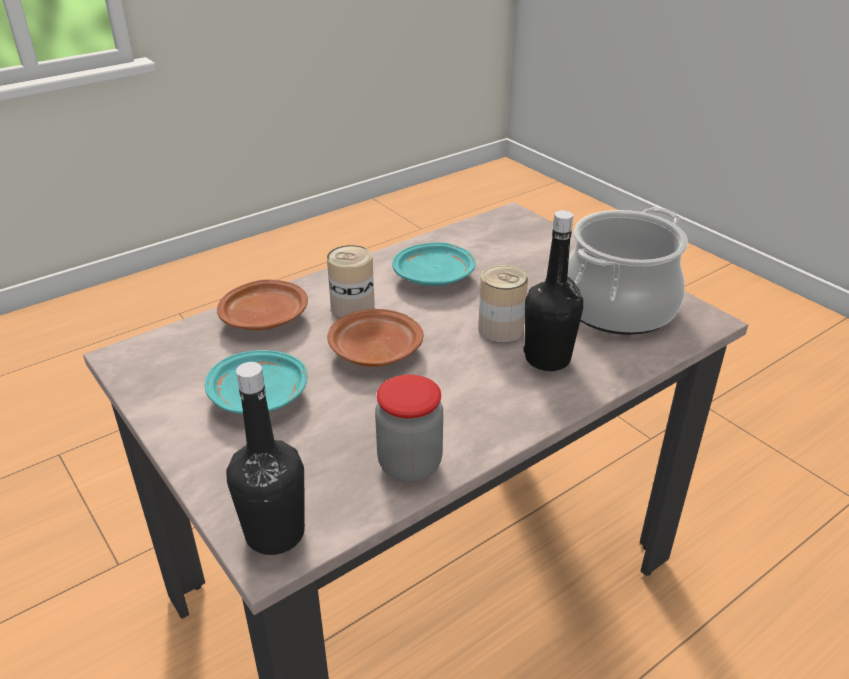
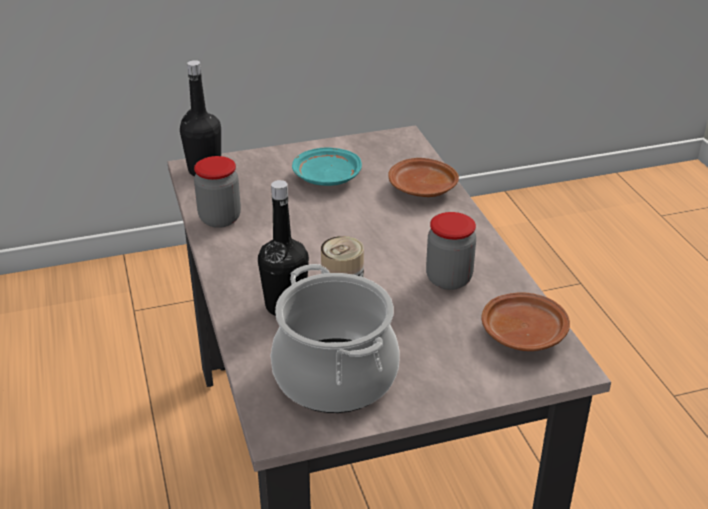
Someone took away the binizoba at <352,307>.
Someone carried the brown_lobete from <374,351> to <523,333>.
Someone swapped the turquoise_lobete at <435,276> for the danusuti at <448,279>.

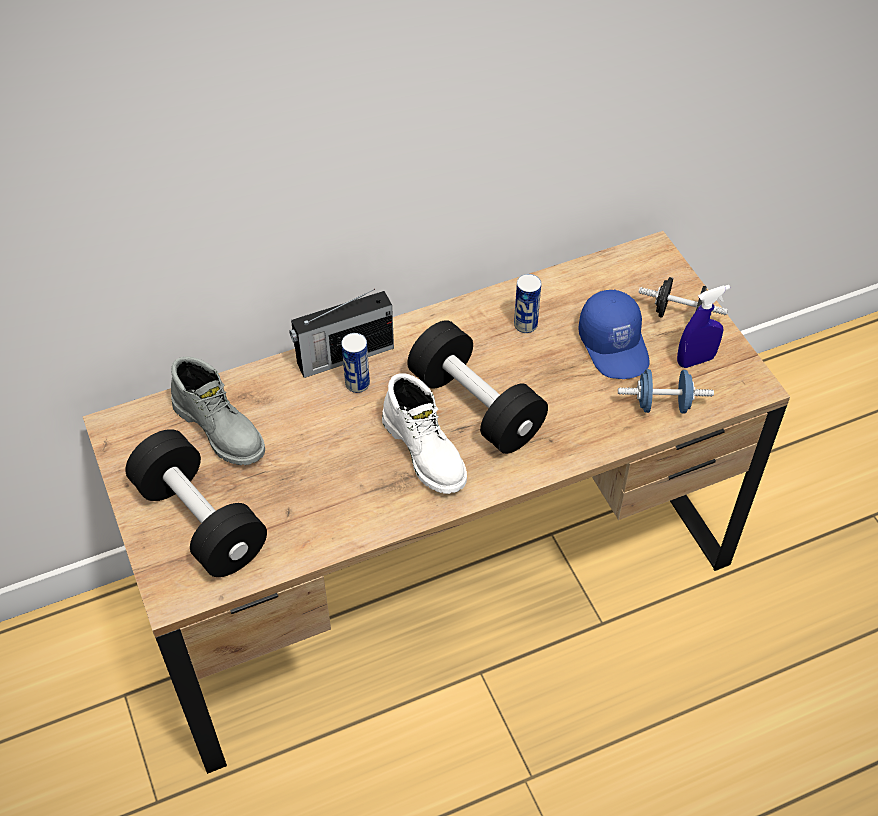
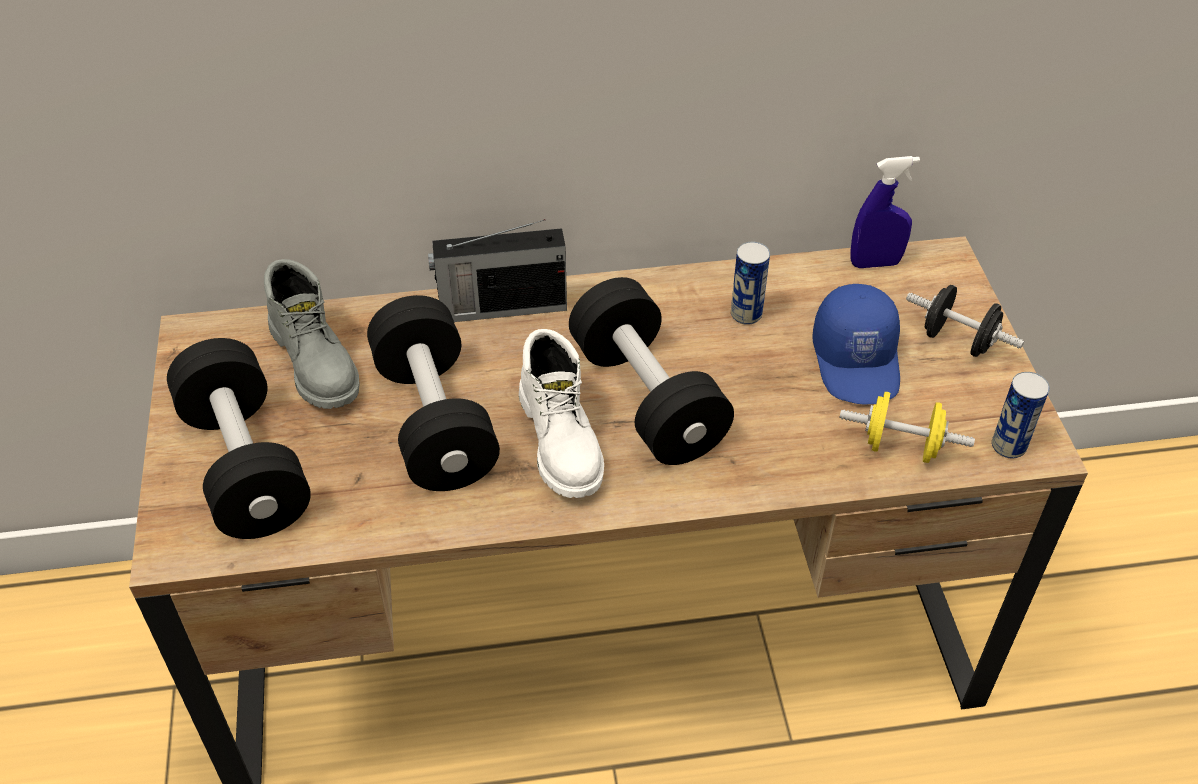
Someone put down the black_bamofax at <435,421>.
Someone carried the binizoba from <357,384> to <1008,446>.
Someone carried the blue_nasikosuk from <695,360> to <875,263>.
Someone repainted the blue_bamofax at <662,404>, which became the yellow_bamofax at <901,447>.

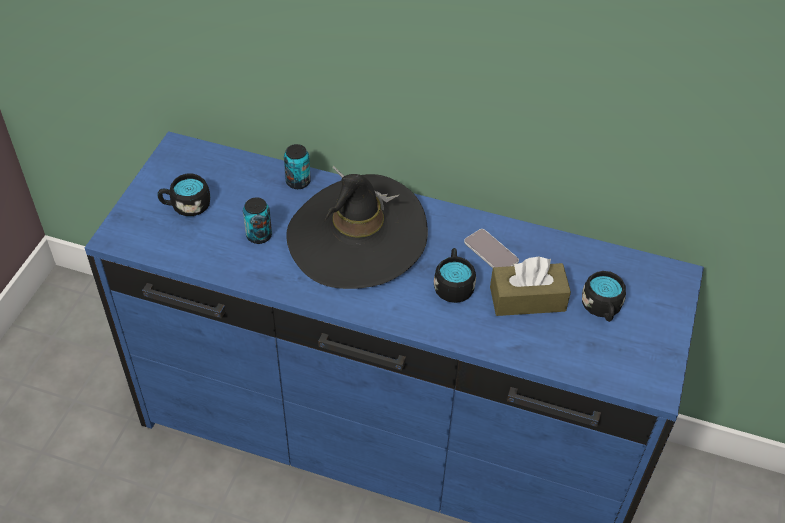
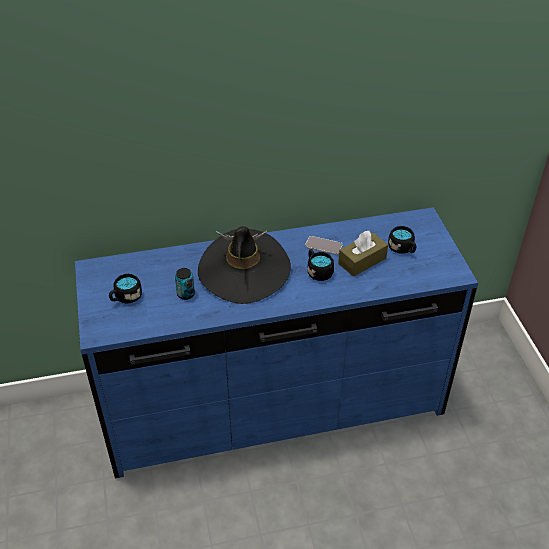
Someone took away the binizoba at <298,182>.

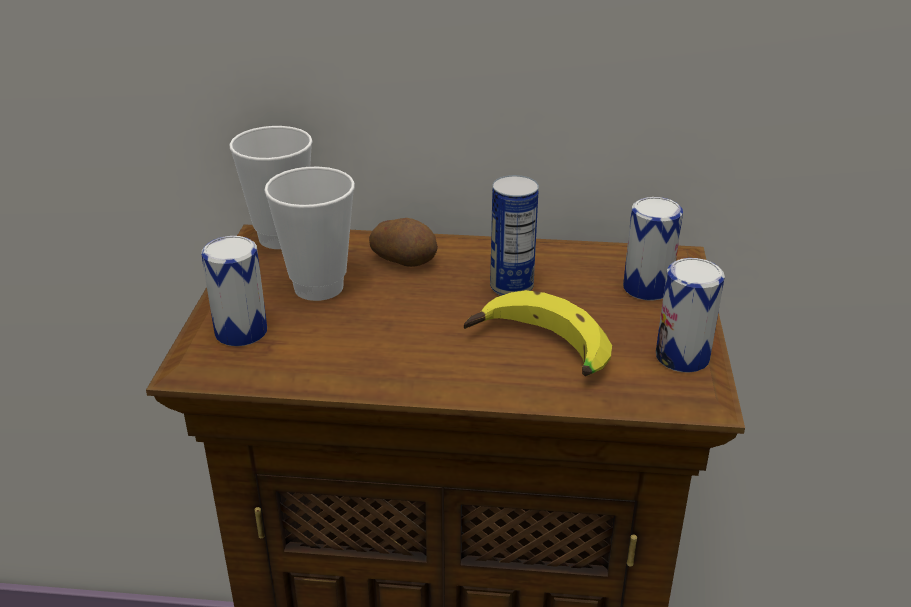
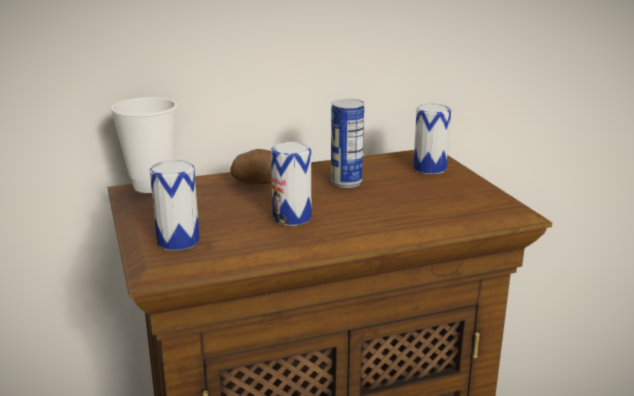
Someone took away the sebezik at <318,287>.
Someone took away the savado at <538,351>.
Someone carried the binizoba from <682,357> to <292,217>.

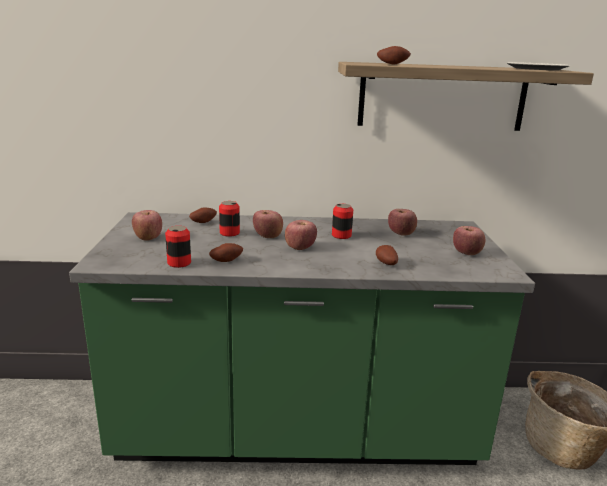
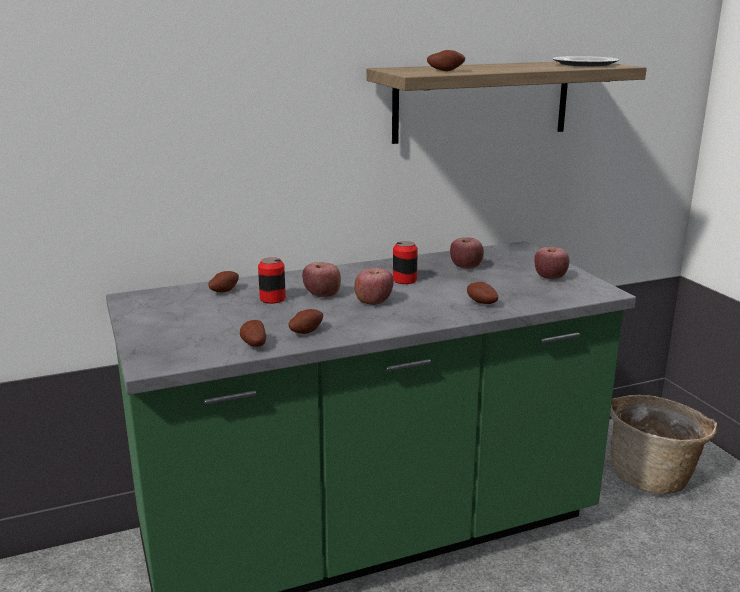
Someone took away the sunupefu at <148,237>.
Someone swapped the binizoba at <179,263> for the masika at <253,344>.

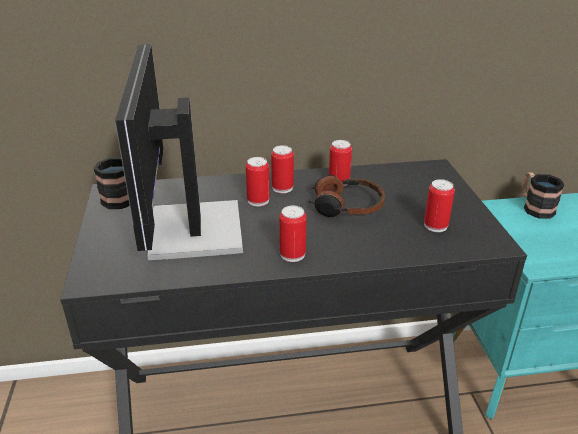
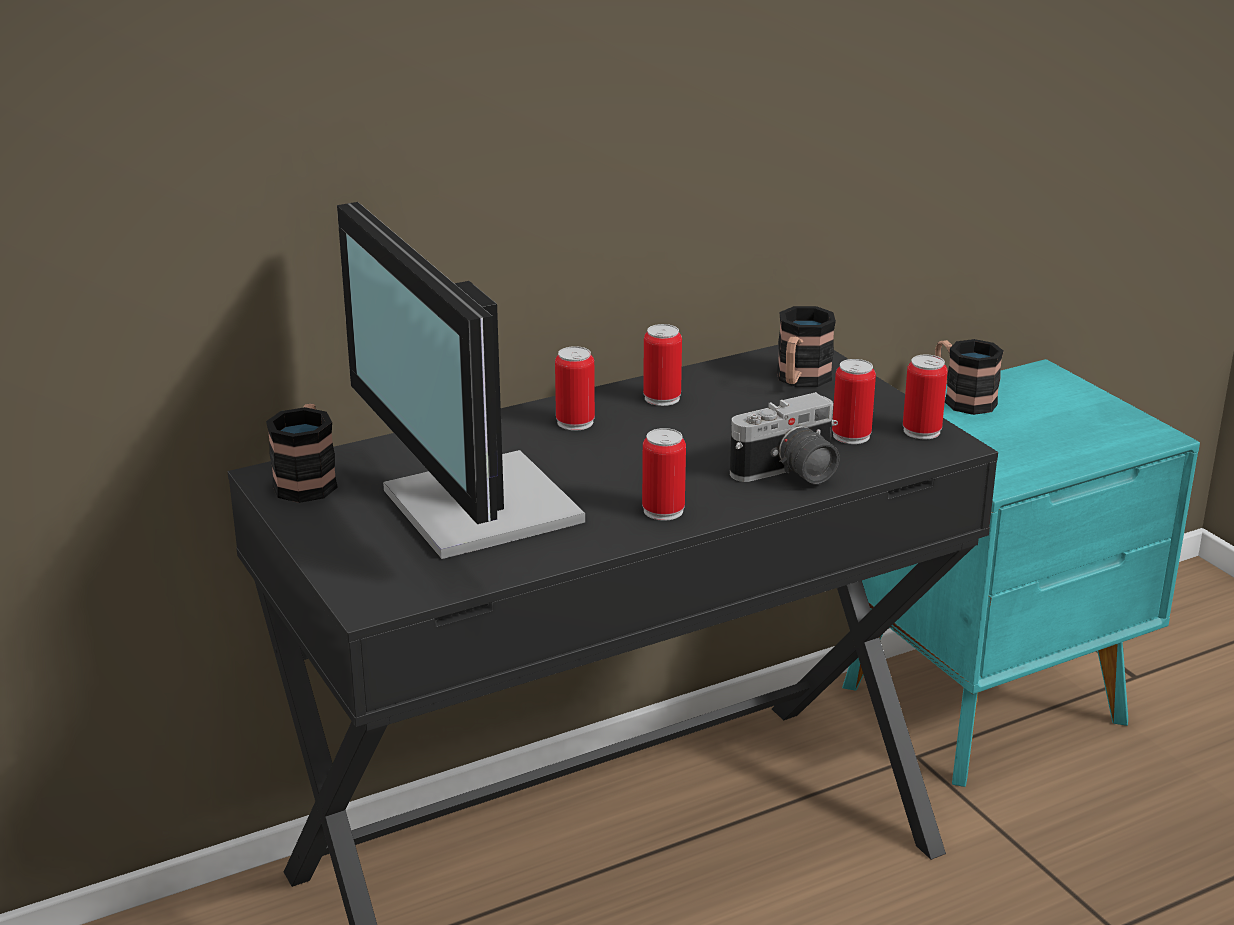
Someone took away the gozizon at <345,206>.
Someone put down the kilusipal at <791,474>.
Someone put down the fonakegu at <800,380>.
Someone carried the binizoba from <258,200> to <921,431>.

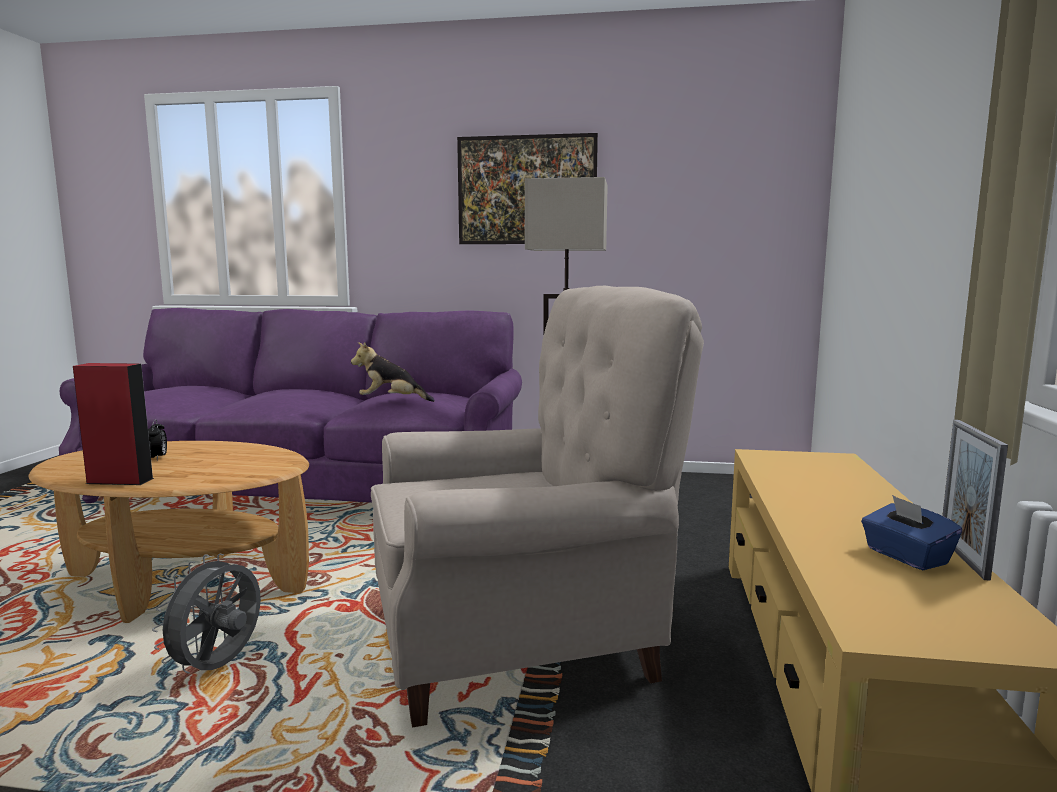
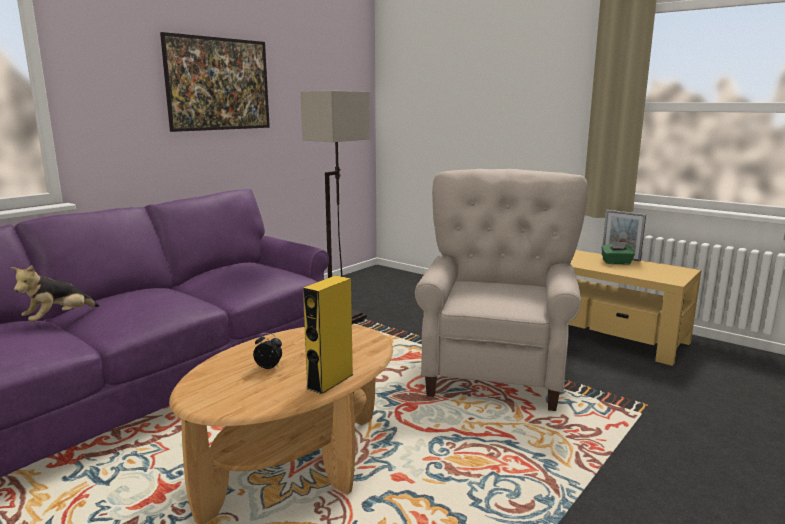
Someone took away the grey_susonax at <219,667>.
Someone carried the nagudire from <391,401> to <59,319>.
Someone repainted the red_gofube at <120,481>, which became the yellow_gofube at <330,381>.
Someone repainted the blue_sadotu at <906,557>, which became the green_sadotu at <616,262>.

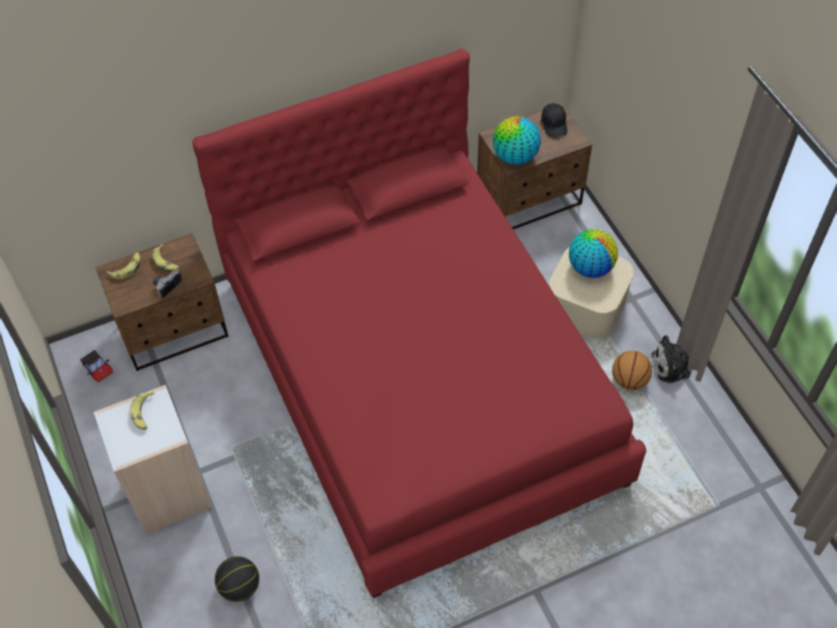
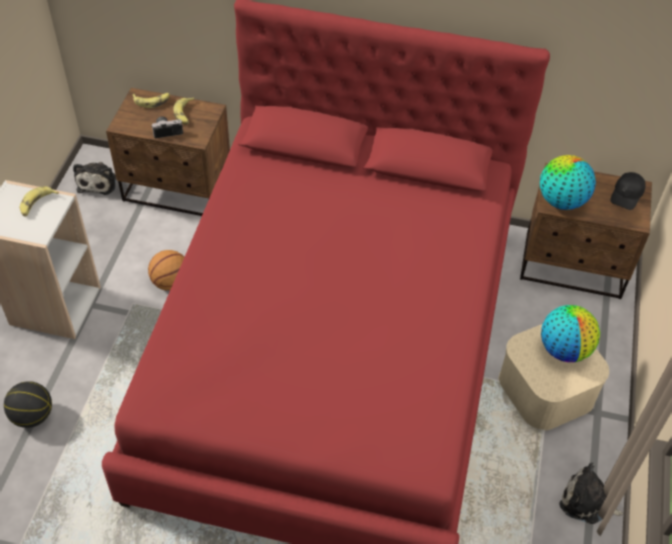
Someone carried the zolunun from <629,380> to <171,283>.
Someone swapped the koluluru at <98,368> for the nagudire at <98,182>.

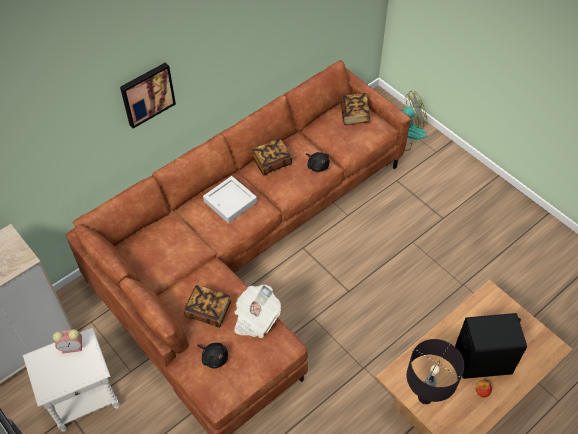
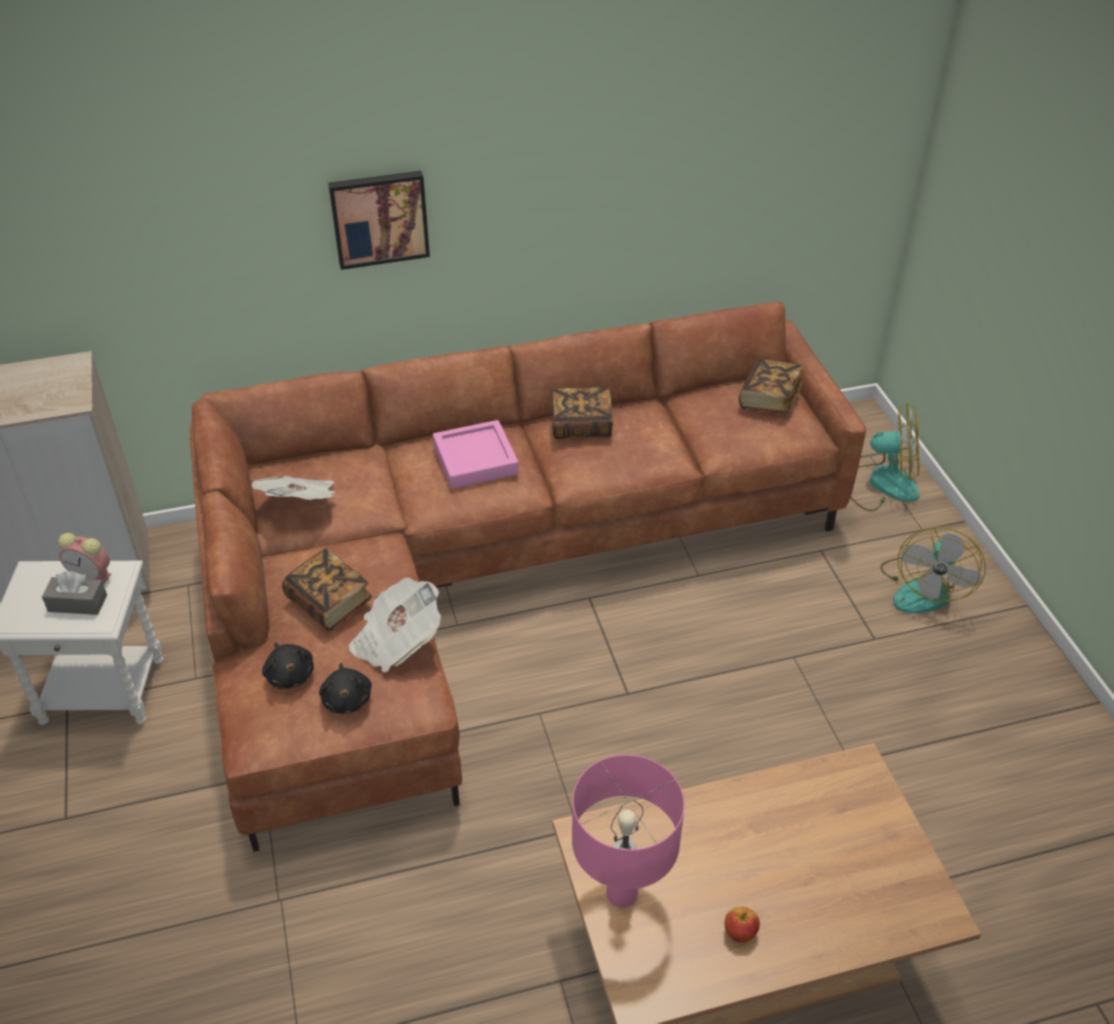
Someone took away the black_gofube at <483,360>.
Someone put down the grey_sadotu at <77,603>.
Someone put down the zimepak at <301,503>.
Someone put down the susonax at <924,588>.
Someone carried the black_nagudire from <317,166> to <347,699>.
Someone repainted the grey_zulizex at <230,202>, which became the pink_zulizex at <475,460>.
Someone repainted the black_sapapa at <425,397>, which became the pink_sapapa at <622,894>.

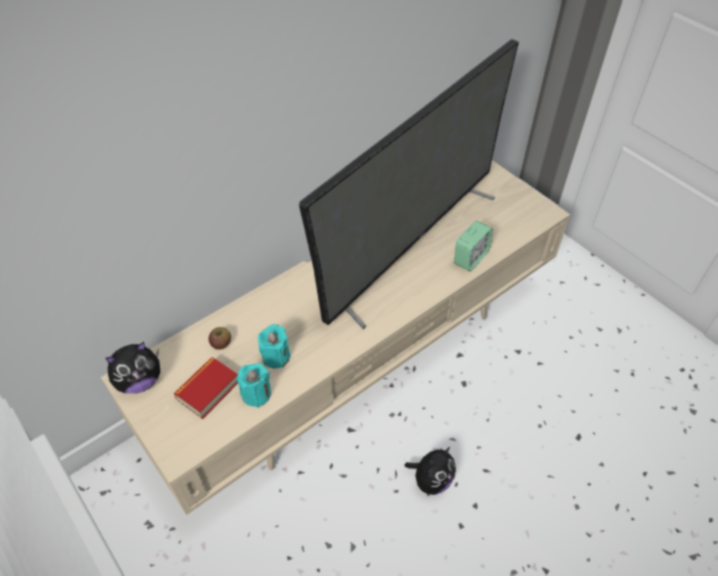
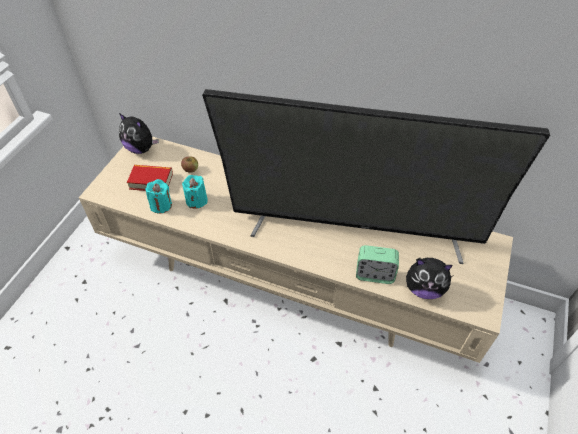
Someone carried the nagudire from <431,480> to <424,289>.

